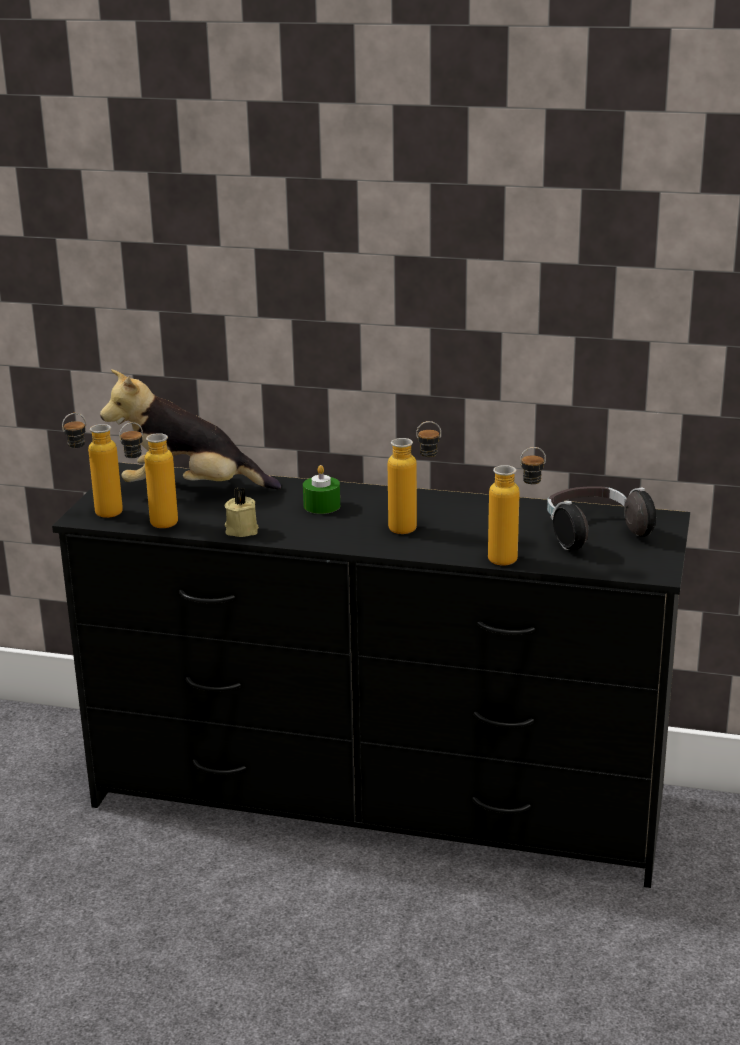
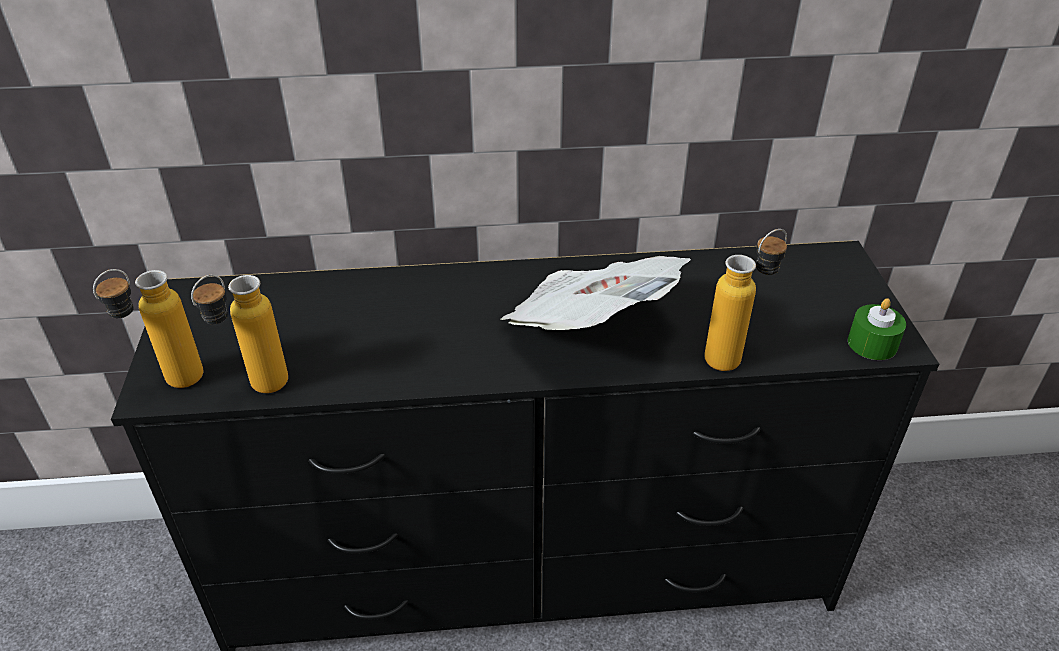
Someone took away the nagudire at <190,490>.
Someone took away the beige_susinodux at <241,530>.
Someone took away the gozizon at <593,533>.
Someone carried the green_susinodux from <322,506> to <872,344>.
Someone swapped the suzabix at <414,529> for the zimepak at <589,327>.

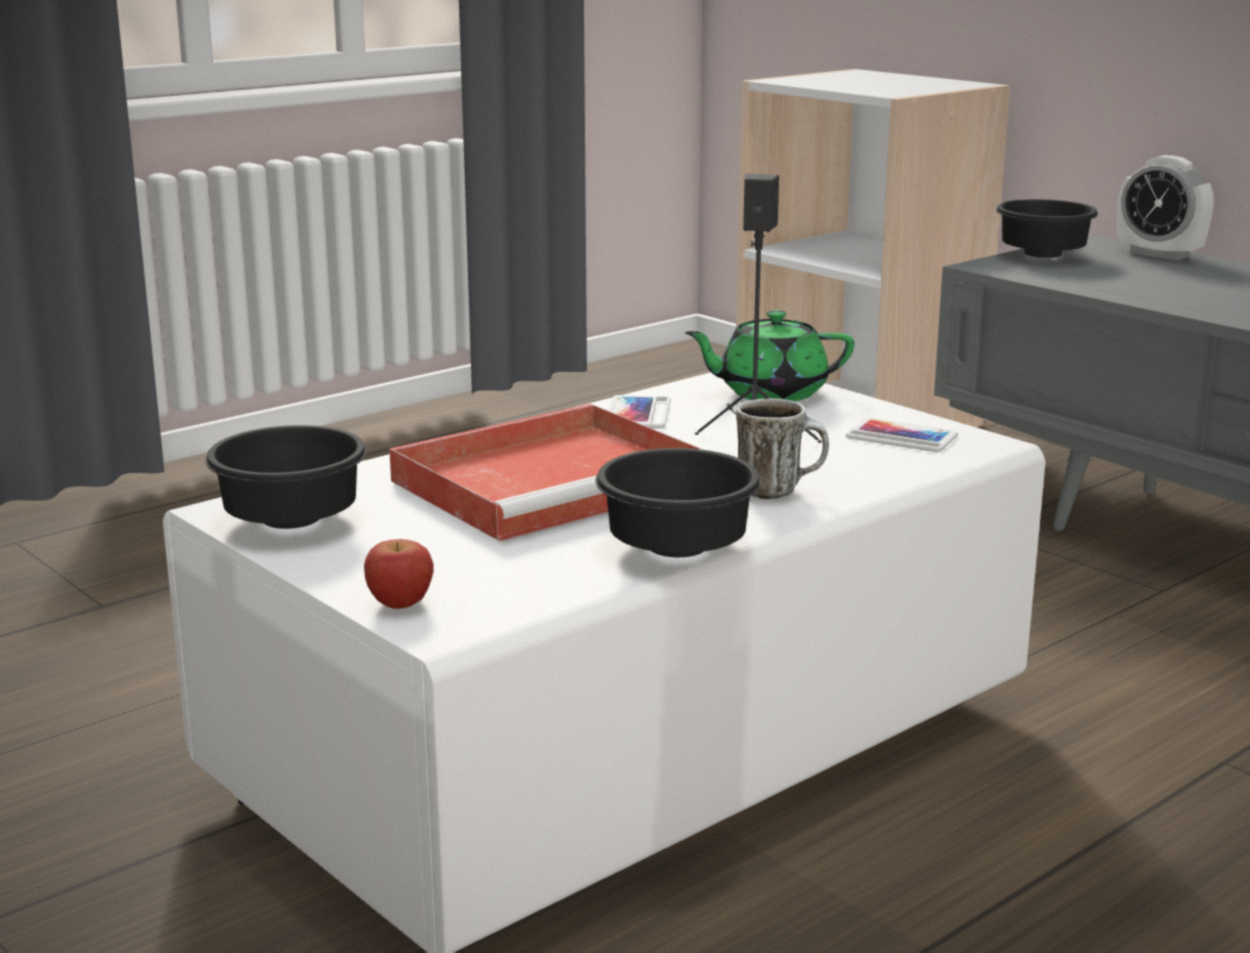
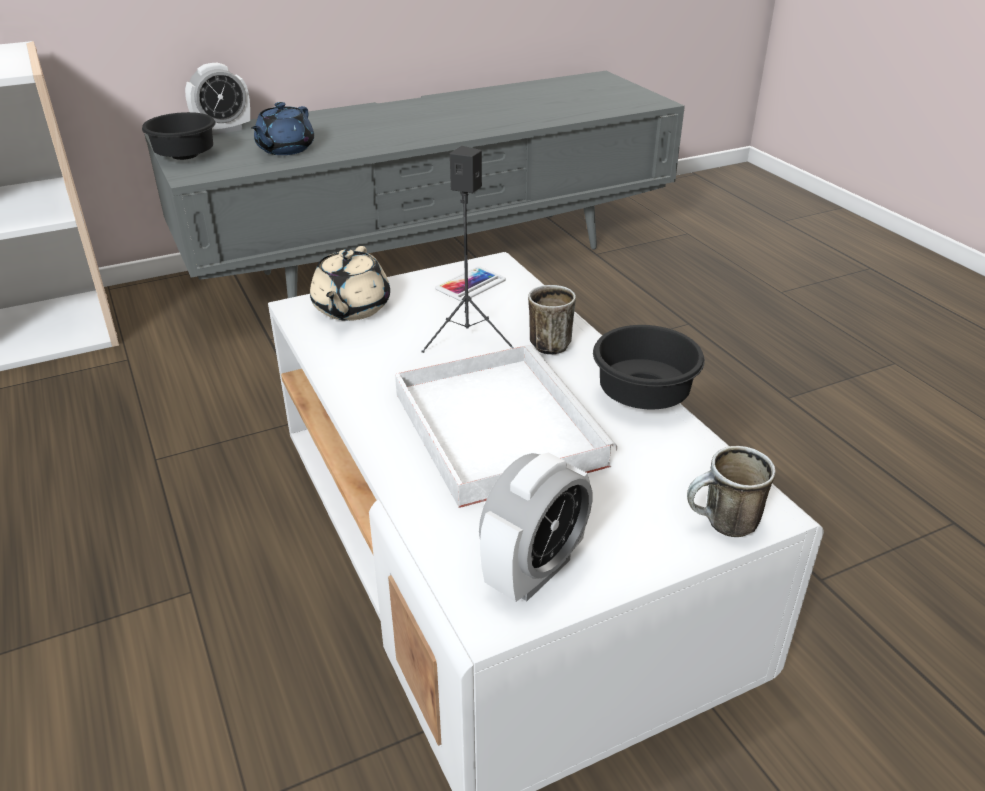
Someone took away the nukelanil at <638,413>.
Someone put down the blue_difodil at <284,149>.
Someone swapped the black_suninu at <296,520> for the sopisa at <534,571>.
Someone swapped the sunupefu at <400,603> for the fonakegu at <722,526>.
Someone repainted the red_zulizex at <553,481>, which became the white_zulizex at <494,426>.
Someone repainted the green_difodil at <770,393>, which became the beige_difodil at <351,308>.

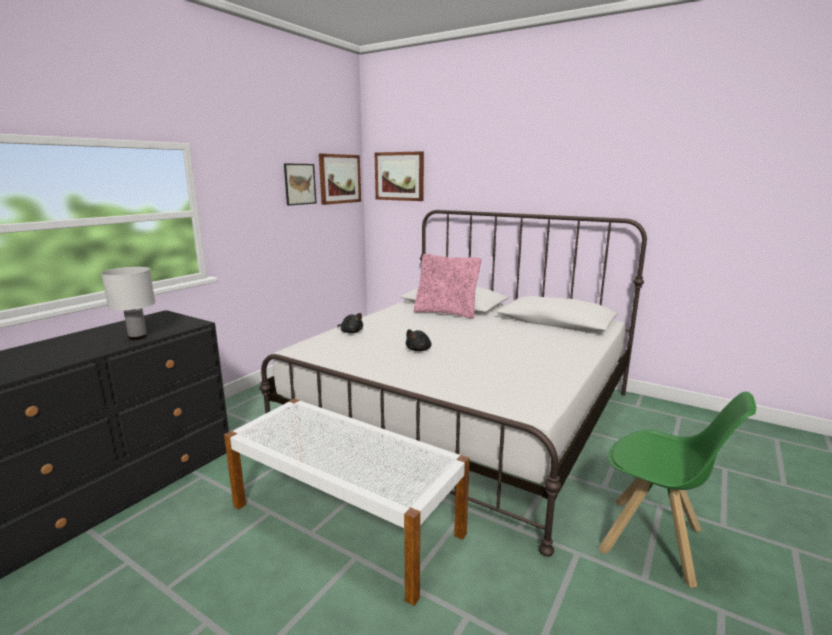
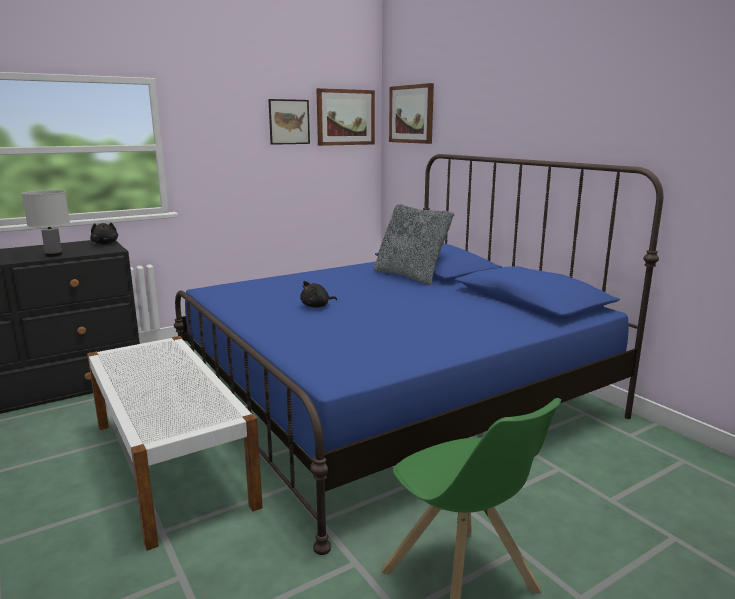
Someone carried the black_nagudire from <351,332> to <105,243>.
Someone repainted the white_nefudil at <462,414>, which became the blue_nefudil at <391,396>.
Someone repainted the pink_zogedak at <446,312>, which became the grey_zogedak at <411,275>.

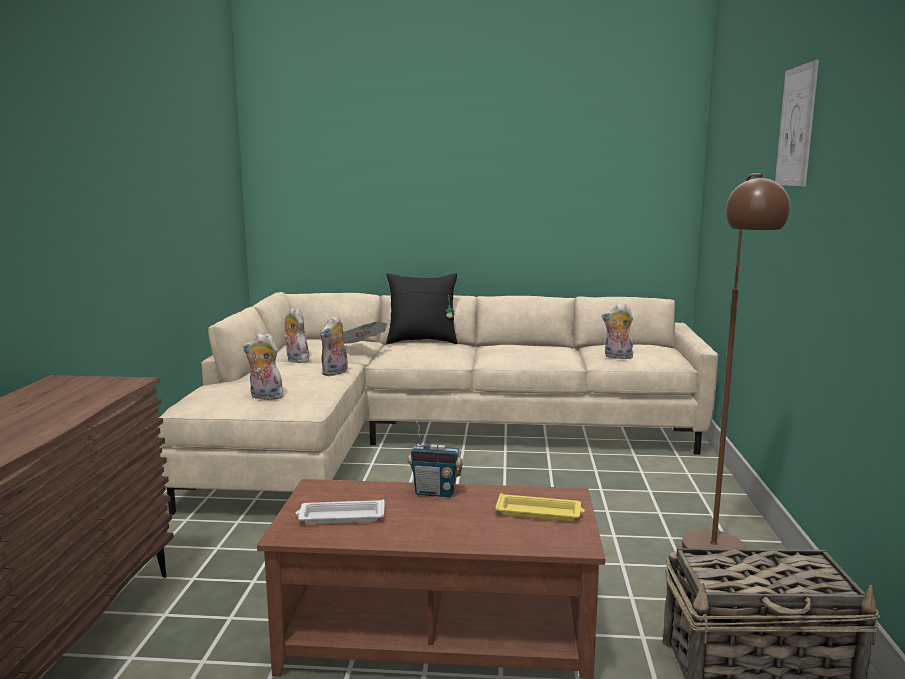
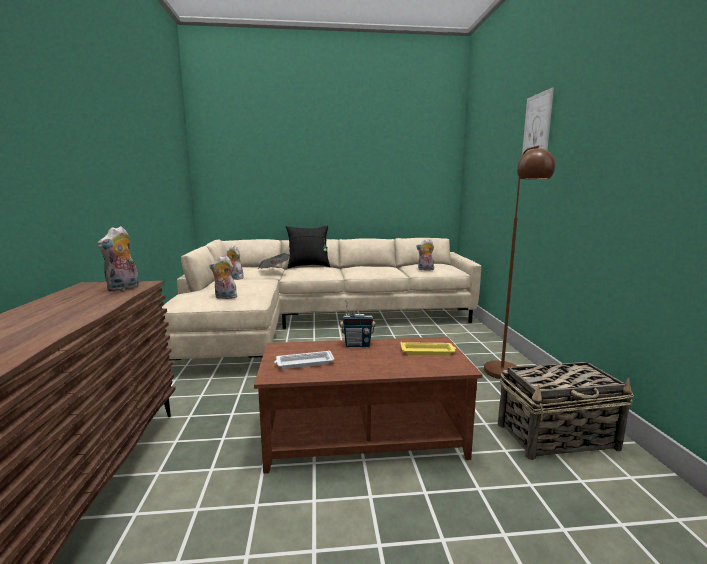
Someone carried the nagudire from <335,373> to <124,288>.

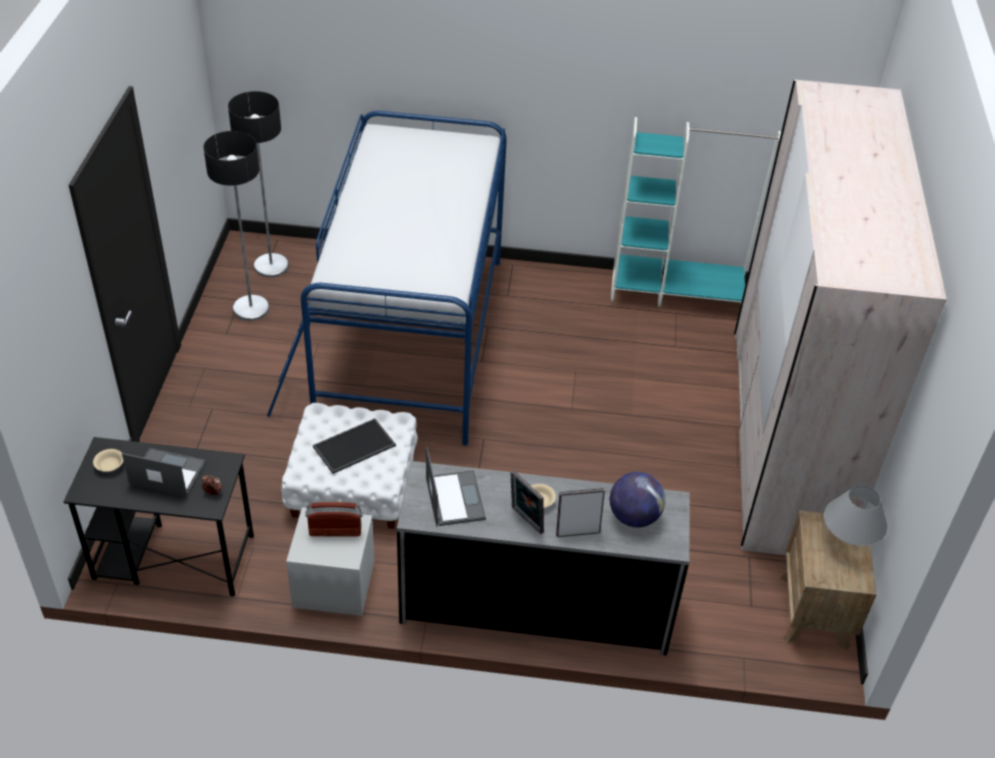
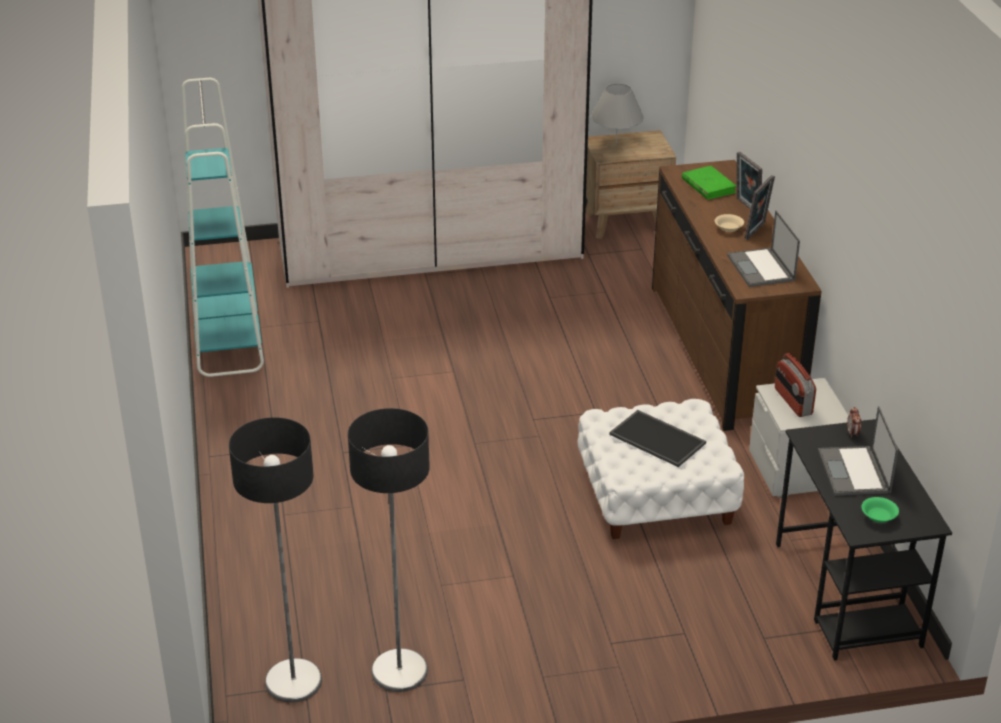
Someone took away the blue_nefudil at <409,341>.
Someone swapped the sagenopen at <634,517> for the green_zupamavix at <708,185>.
Someone repainted the beige_suninu at <110,465>, which became the green_suninu at <878,516>.
Someone repainted the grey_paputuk at <534,603>, which became the brown_paputuk at <722,352>.
Someone rotated the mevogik at <454,498> by 75 degrees counterclockwise.

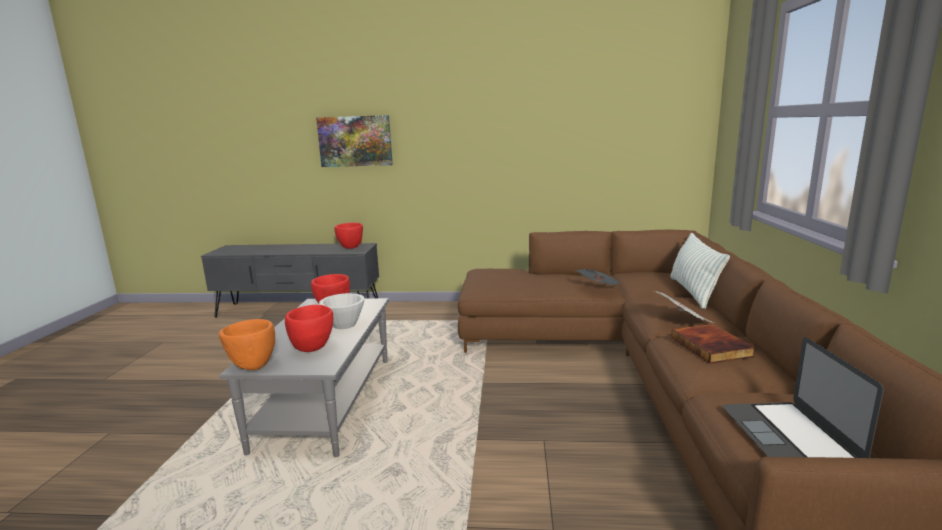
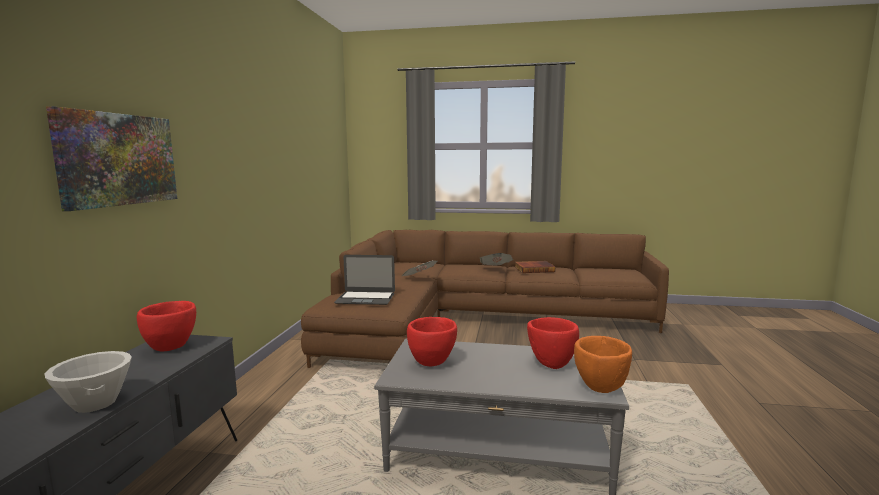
Someone took away the zogedak at <693,292>.
Someone carried the white_suninu from <344,324> to <94,403>.
Someone carried the mevogik from <788,434> to <365,298>.

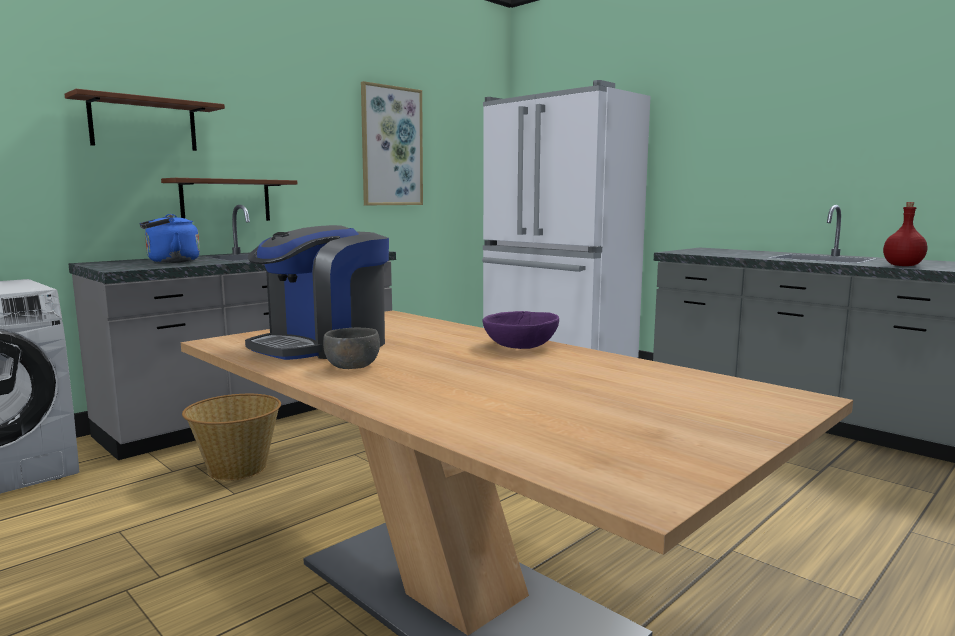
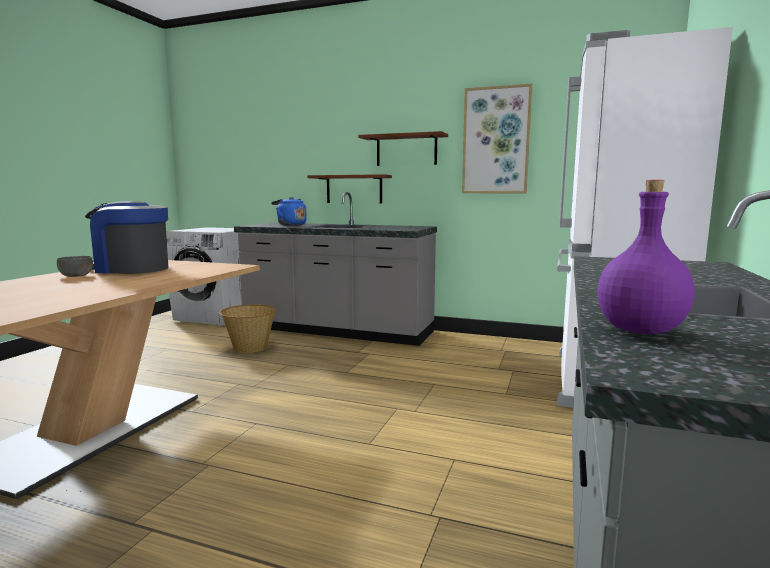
Someone took away the purple_suninu at <521,345>.
Someone carried the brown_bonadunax from <143,124> to <406,150>.
Someone repainted the red_suzabix at <902,265>, which became the purple_suzabix at <641,330>.

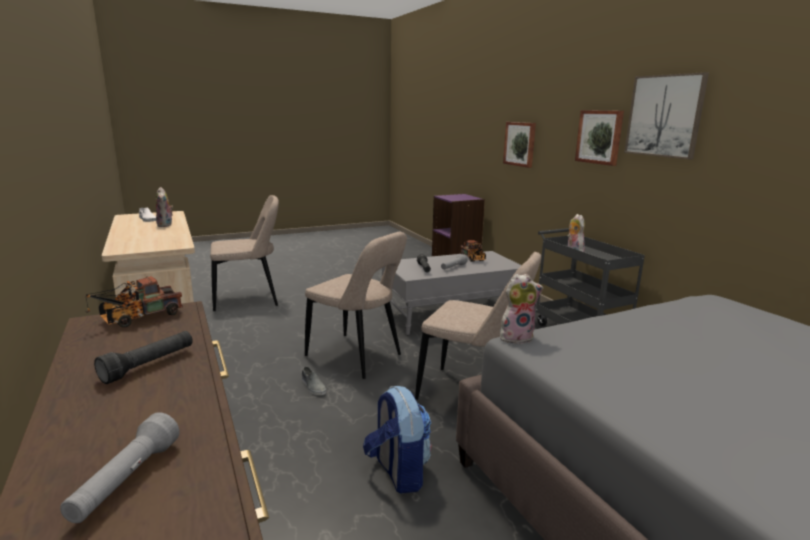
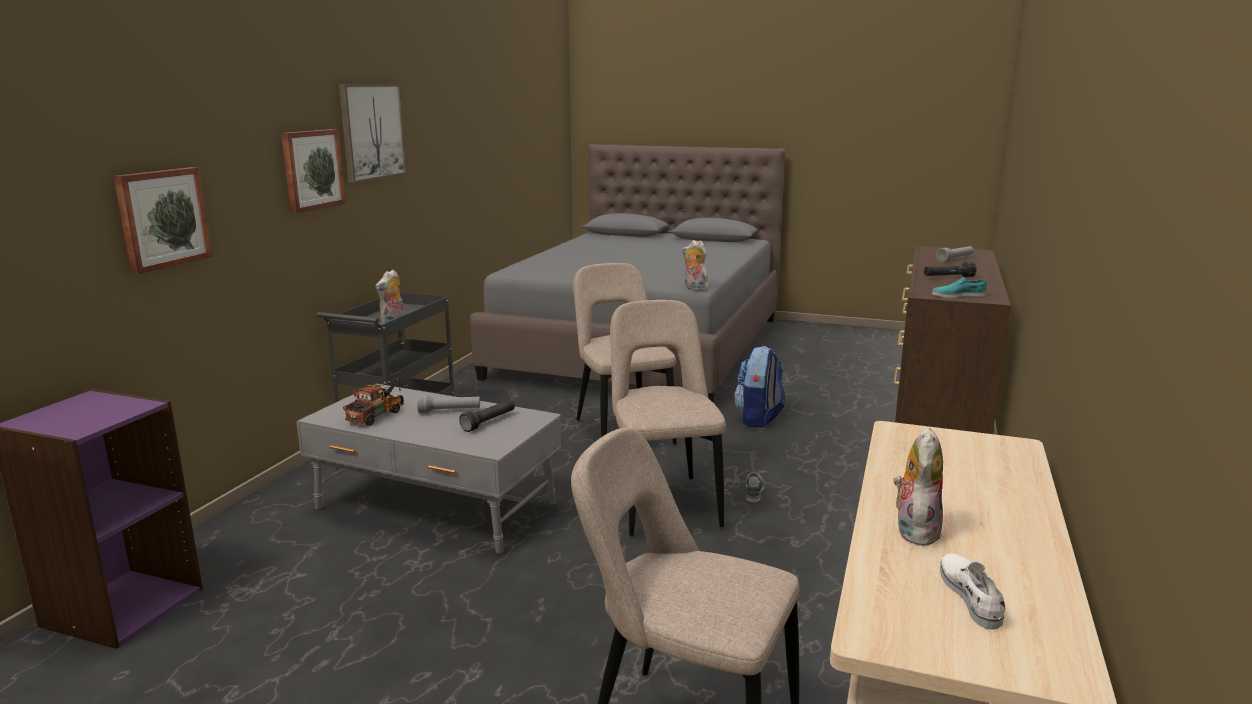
Someone swapped the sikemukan at <137,318> for the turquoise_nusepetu at <958,295>.

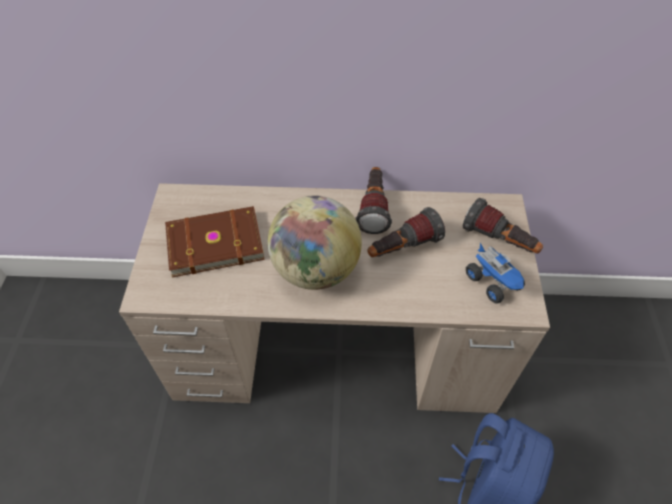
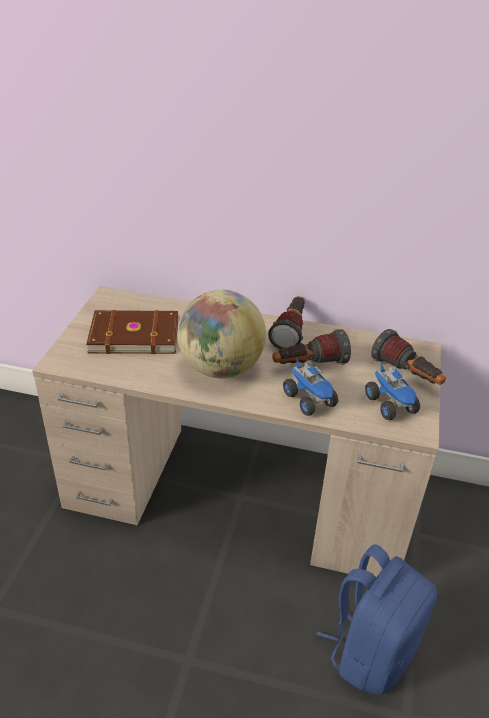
Someone put down the sikemukan at <310,400>.

